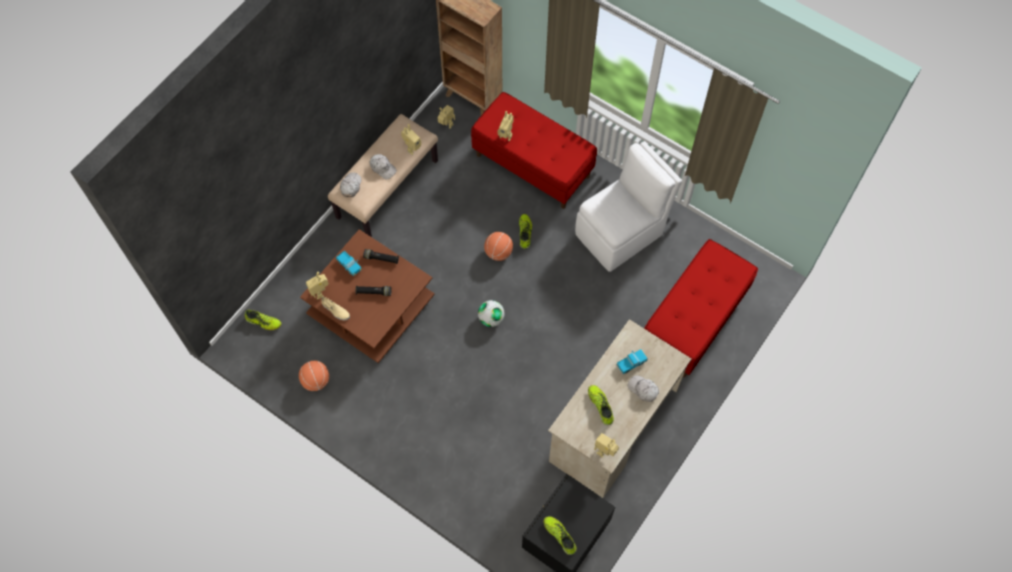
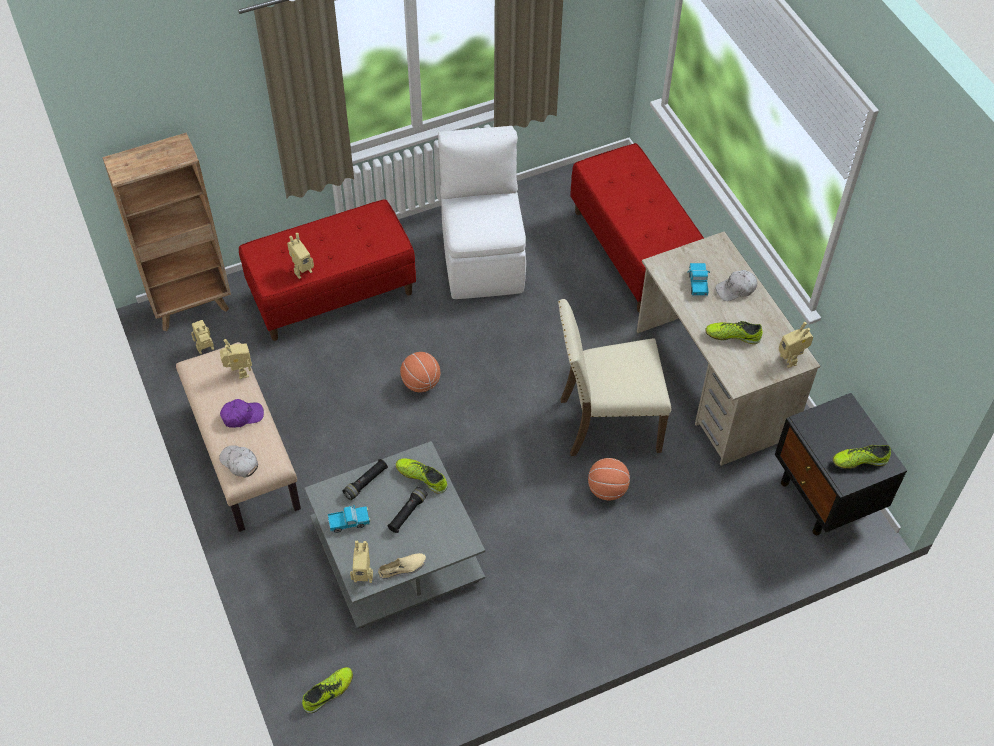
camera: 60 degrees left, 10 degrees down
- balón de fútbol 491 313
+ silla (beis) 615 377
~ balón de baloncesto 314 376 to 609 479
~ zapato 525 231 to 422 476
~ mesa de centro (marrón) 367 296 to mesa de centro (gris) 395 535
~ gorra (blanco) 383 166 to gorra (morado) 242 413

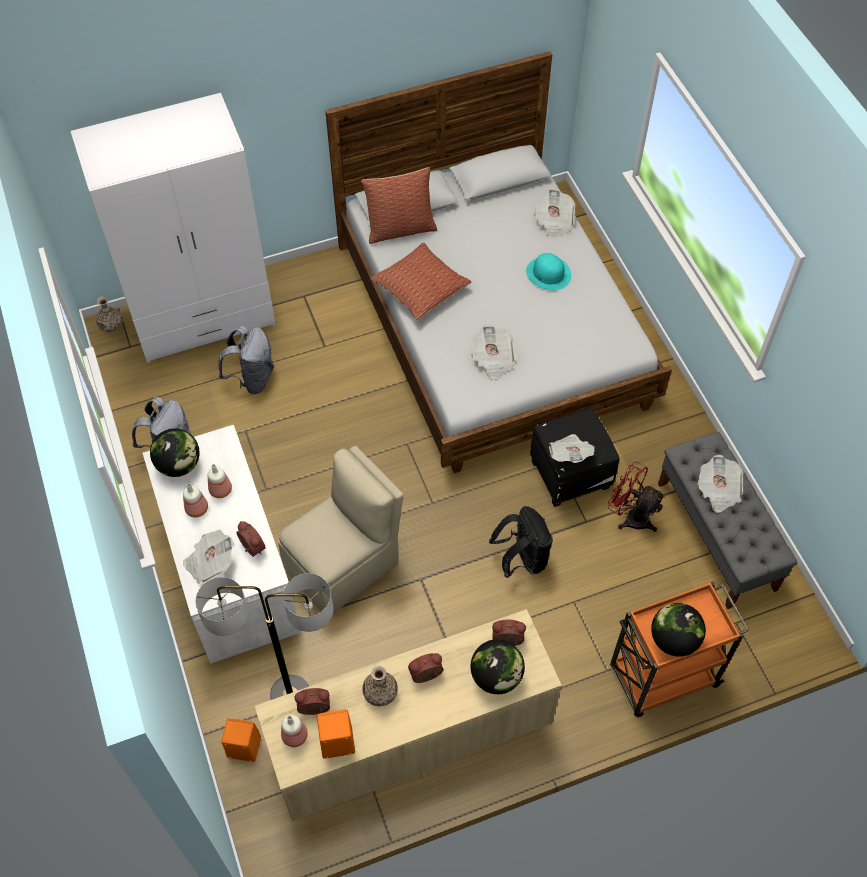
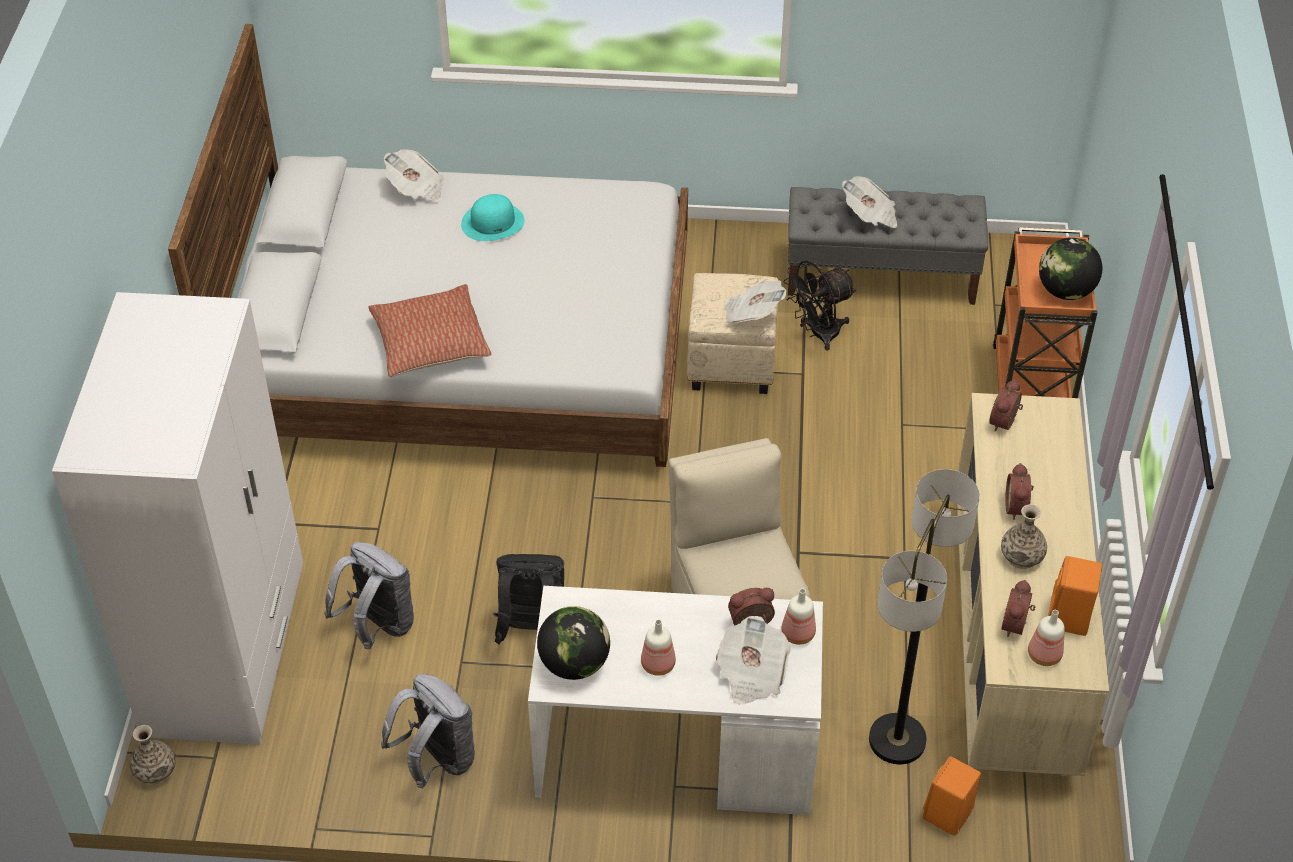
camera: 65 degrees left, 10 degrees down
- cojín 399 205
- periódico 493 352
- globo terráqueo 498 666
~ botella 220 481 to 798 617
~ mochila (negro) 521 542 to 528 599
~ puf (negro) 575 457 to puf (beis) 733 333
~ ventilador (rojo) 636 497 to ventilador (negro) 819 305

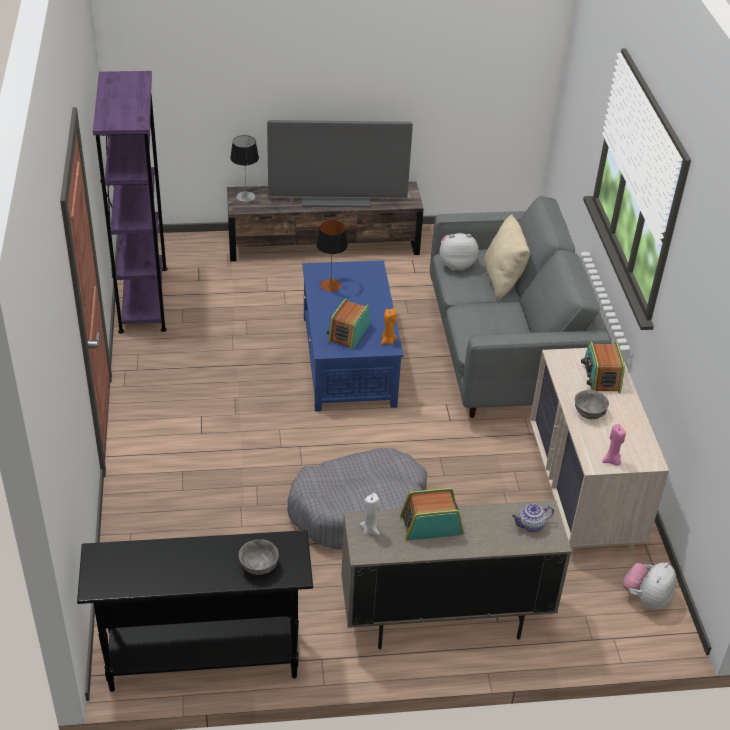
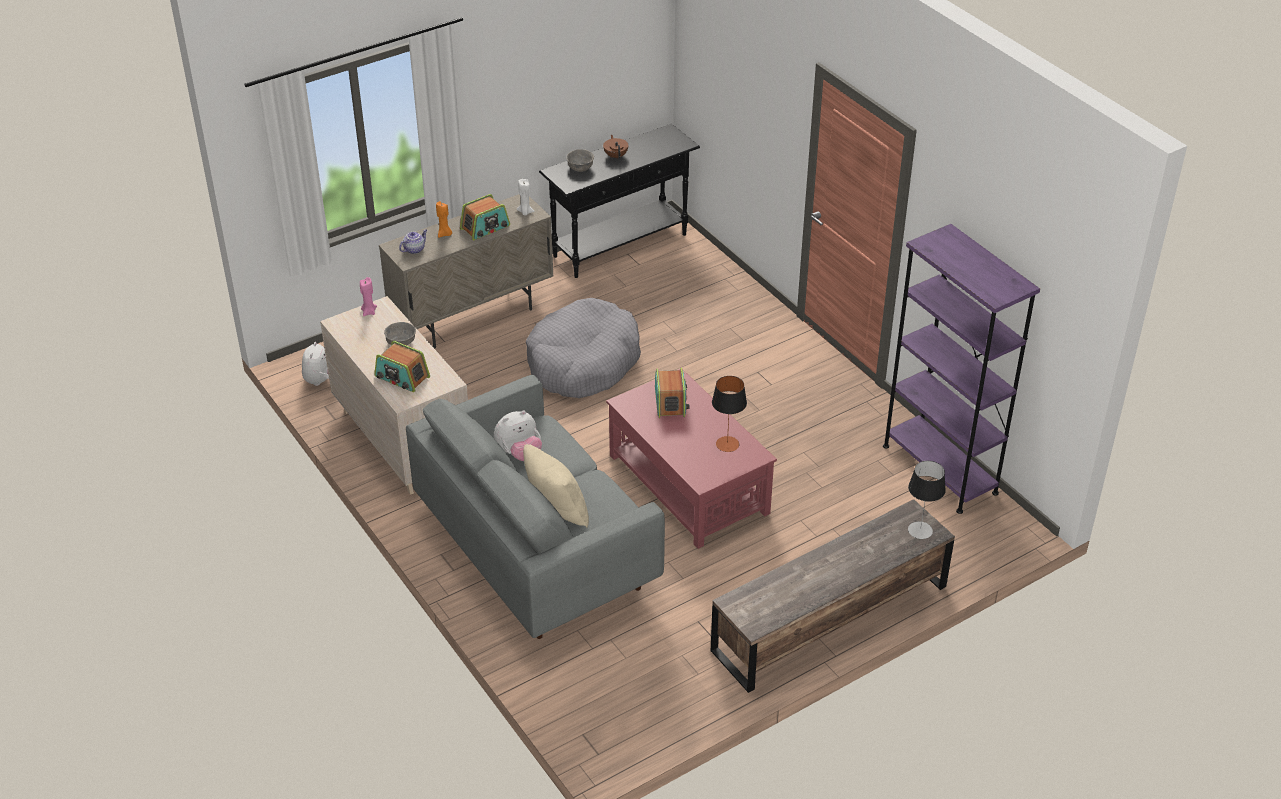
camera: 155 degrees right, 0 degrees up
- televisor 340 163
+ tetera (marrón) 615 147
~ vela (naranja) 389 326 to 444 219
~ peluche 459 251 to 518 435
~ mesa de centro (azul) 352 336 to mesa de centro (rojo) 691 459
~ radio 603 367 = 402 366 150 degrees clockwise

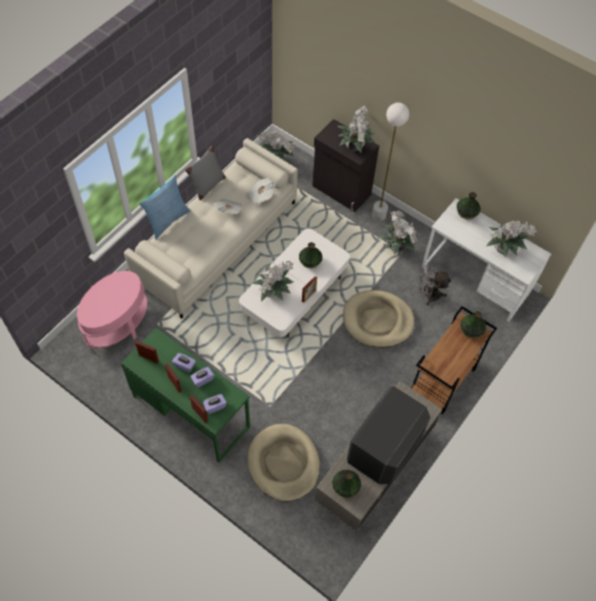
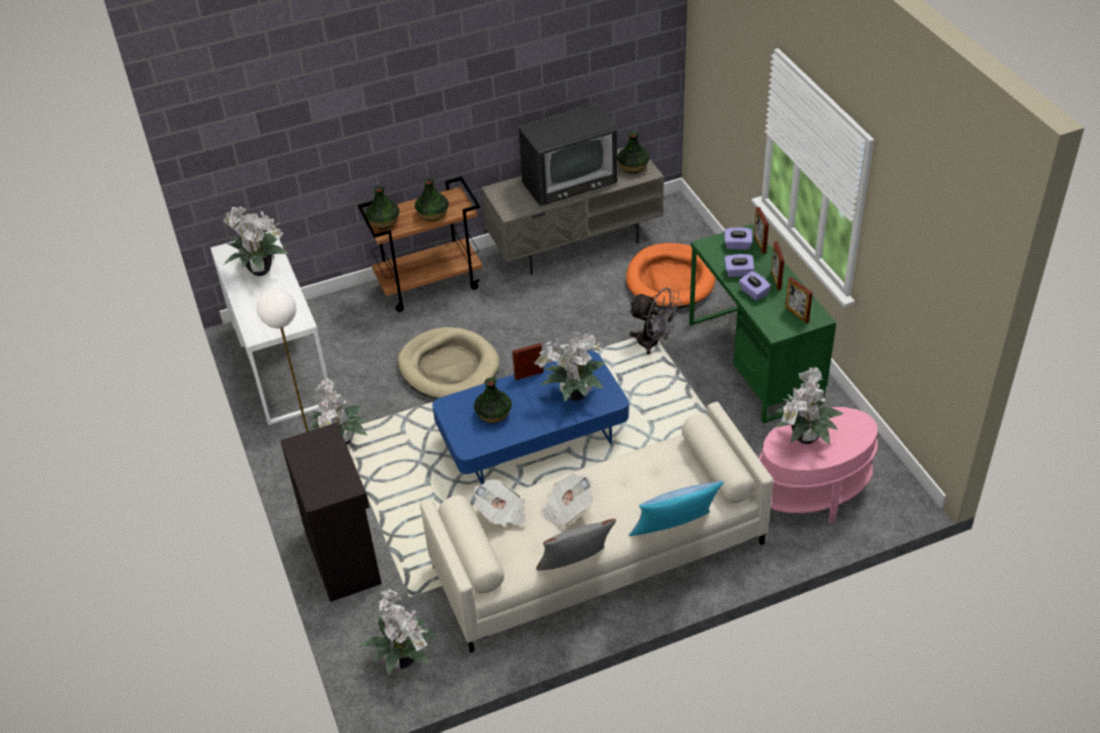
camera: 145 degrees left, 15 degrees down
~ planta en maceta 356 129 to 809 405
~ ventilador (gris) 435 284 to 654 321
~ florero 468 205 to 432 199
~ mesa de centro (blanco) 294 283 to mesa de centro (azul) 530 418
~ cama para perro (beis) 284 463 to cama para perro (naranja) 671 276

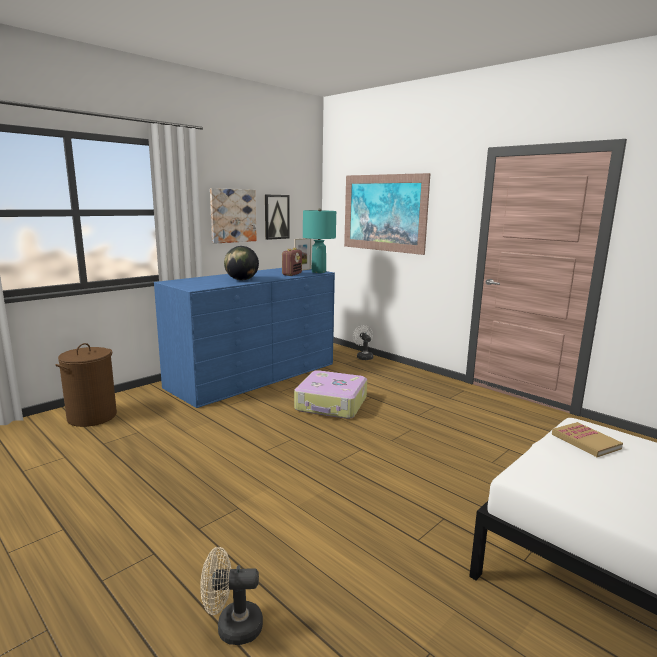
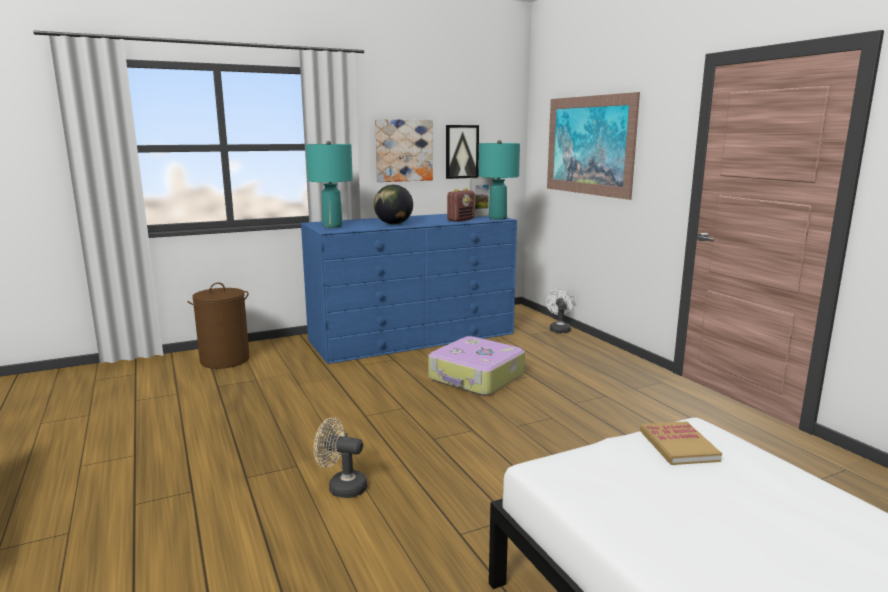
camera: 20 degrees right, 0 degrees up
+ lámpara de mesa (turquesa) 329 184
~ ventilador (beis) 231 596 to 340 457

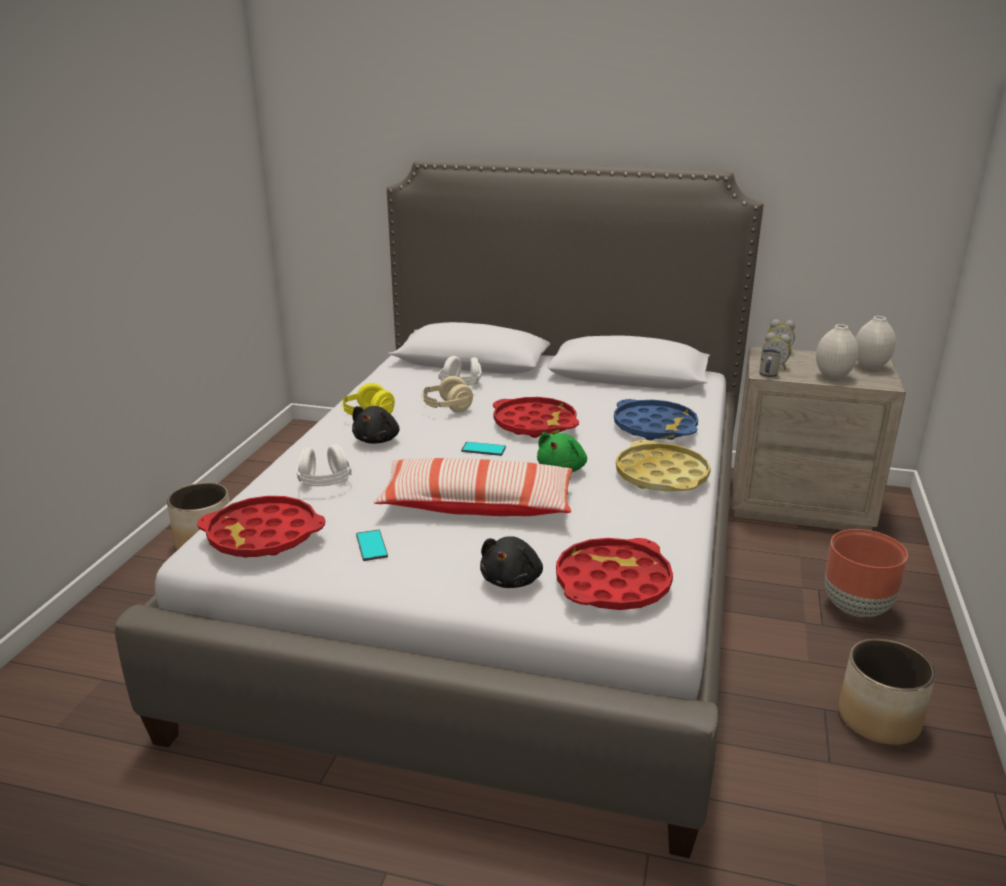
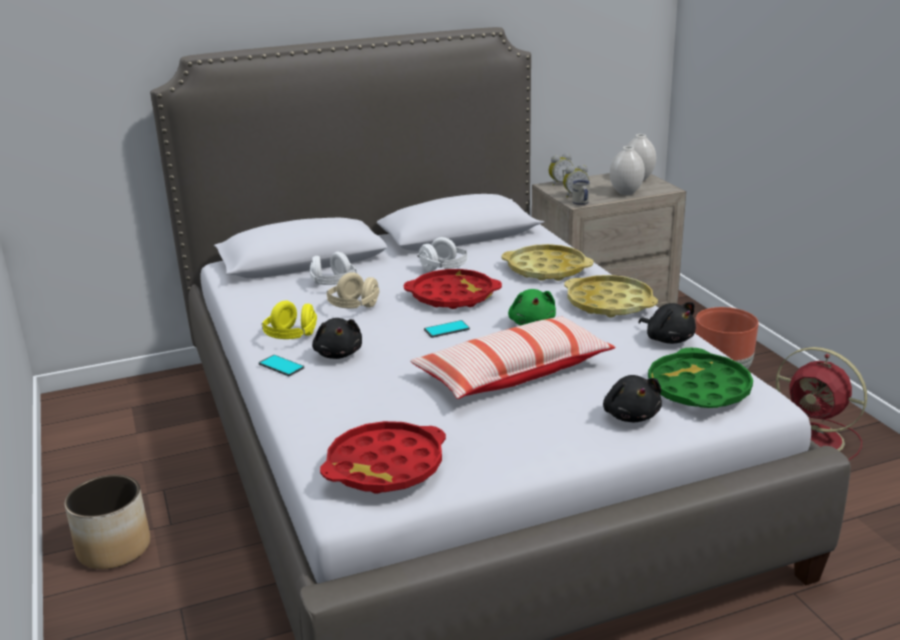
camera: 35 degrees left, 0 degrees up
+ peluche (negro) 667 323
~ auriculares (blanco) 323 465 to 443 254
~ móvil 372 545 to 281 365
~ maceta 887 692 to ventilador (rojo) 821 403
~ bandeja (rojo) 614 574 to bandeja (verde) 700 378
~ bandeja (azul) 656 419 to bandeja (amarillo) 548 262

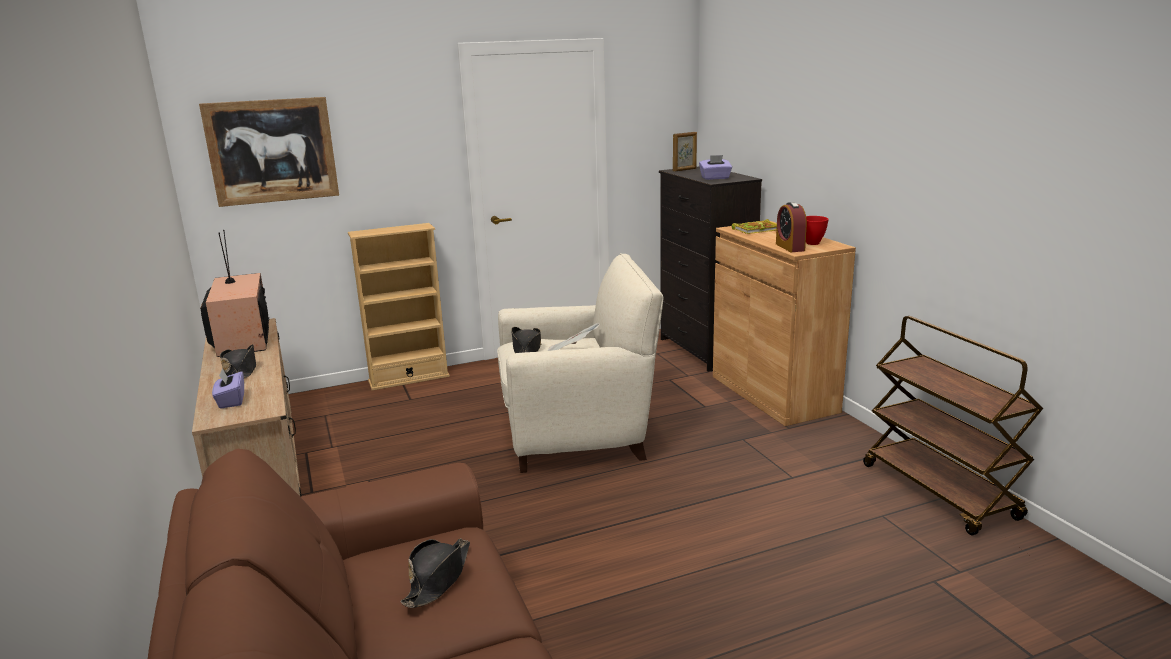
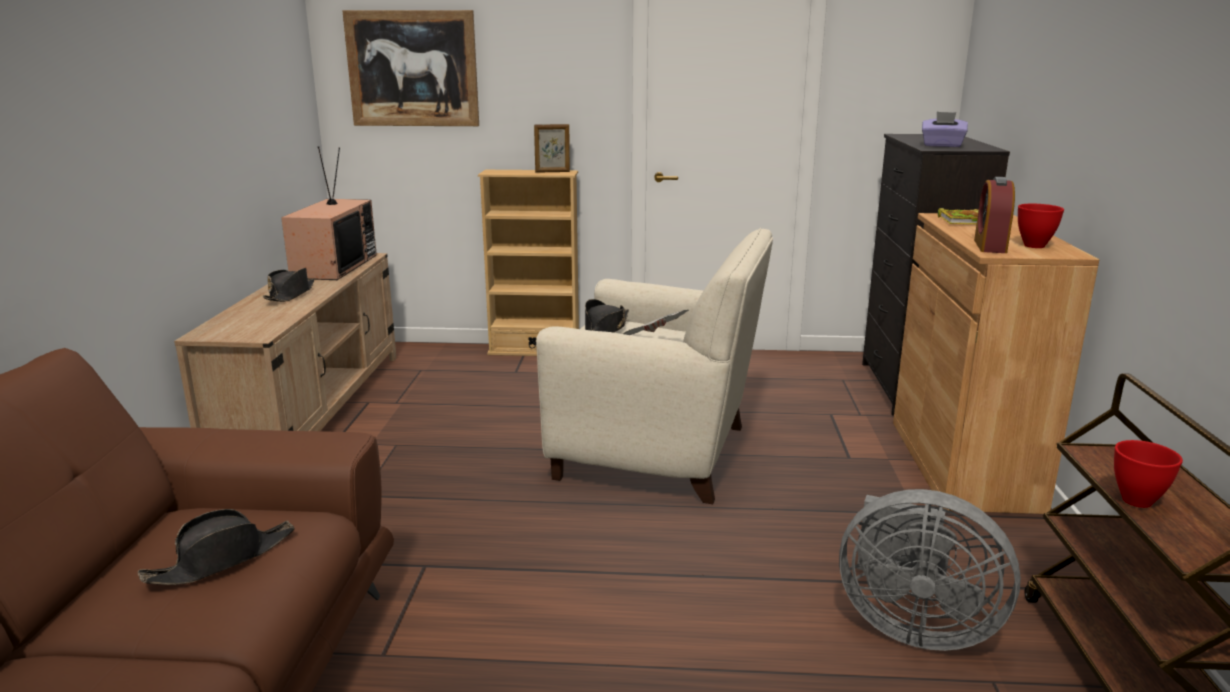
camera: 25 degrees right, 0 degrees up
- caja de pañuelos (morado) 228 388
+ ventilador (gris) 930 570
+ cuenco (rojo) 1148 474
~ portarretratos 685 151 to 552 148

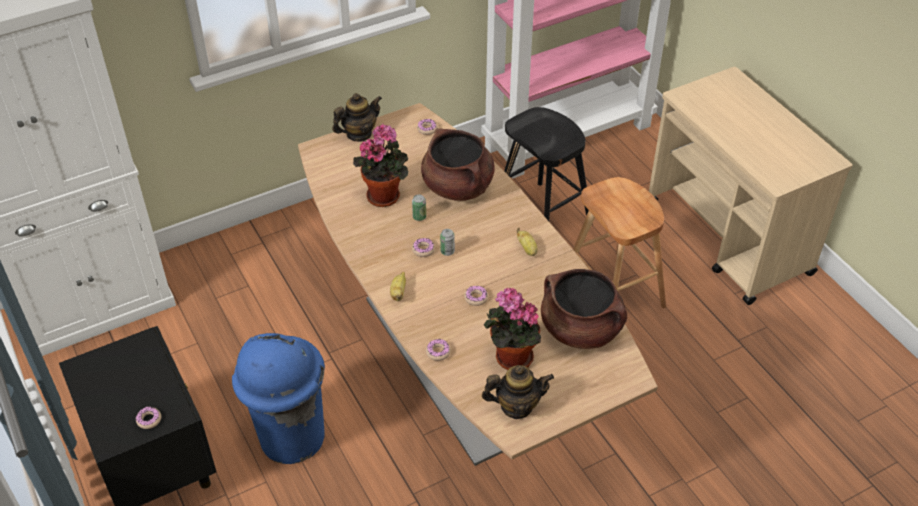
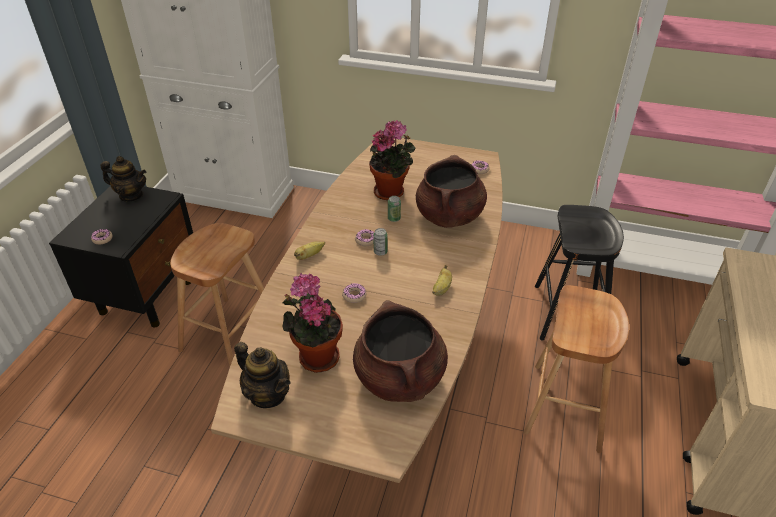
camera: 45 degrees right, 5 degrees down
- rosquilla 438 350
~ tetera 357 117 to 123 179
~ papelera (azul) 278 398 to taburete (marrón) 217 294

